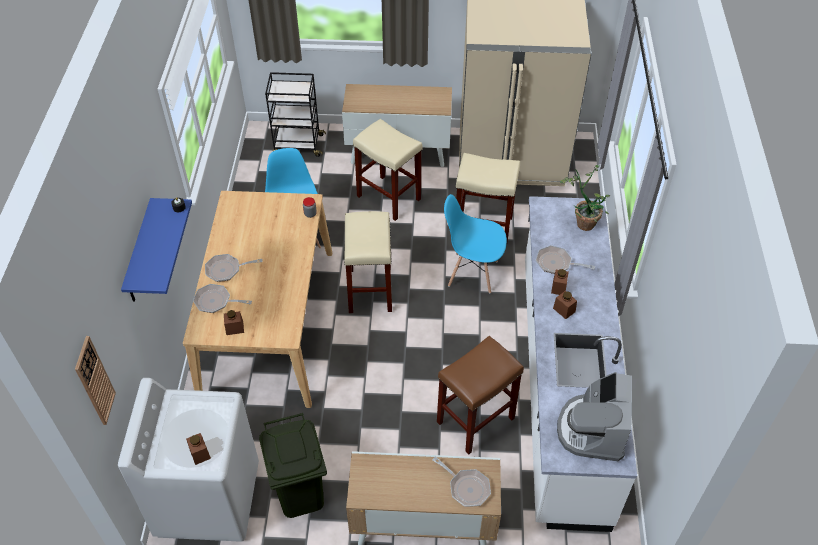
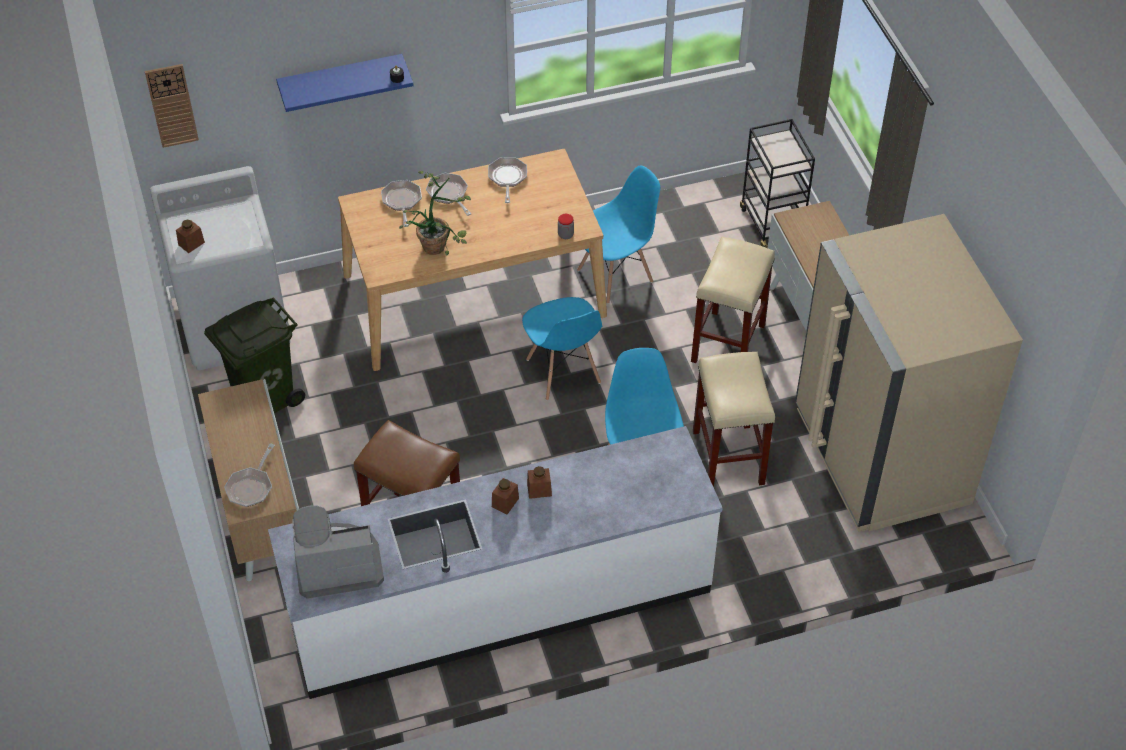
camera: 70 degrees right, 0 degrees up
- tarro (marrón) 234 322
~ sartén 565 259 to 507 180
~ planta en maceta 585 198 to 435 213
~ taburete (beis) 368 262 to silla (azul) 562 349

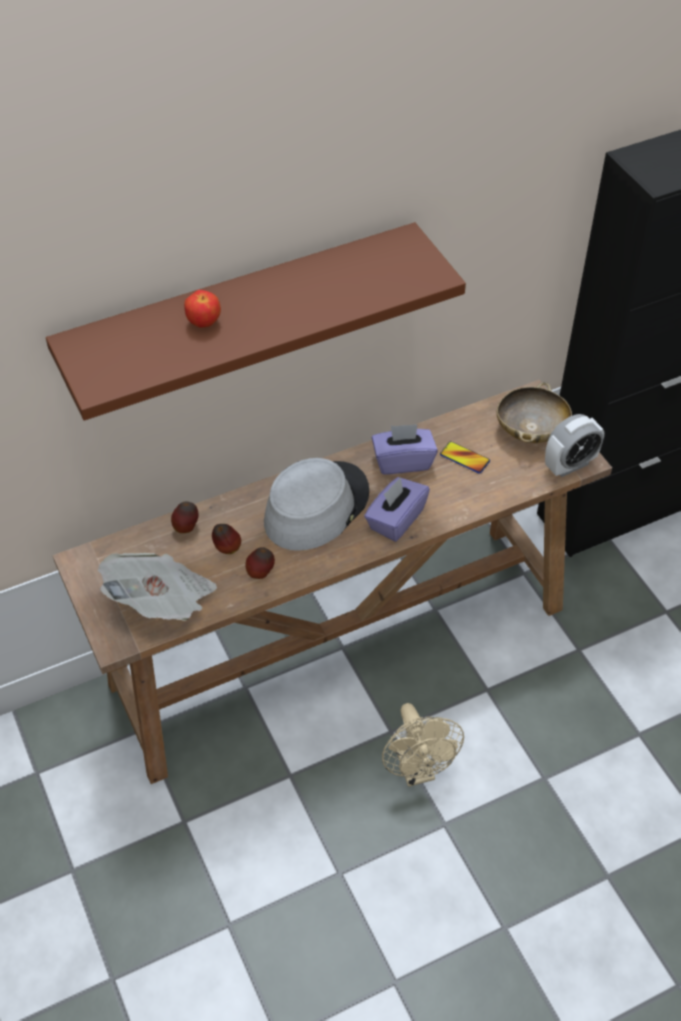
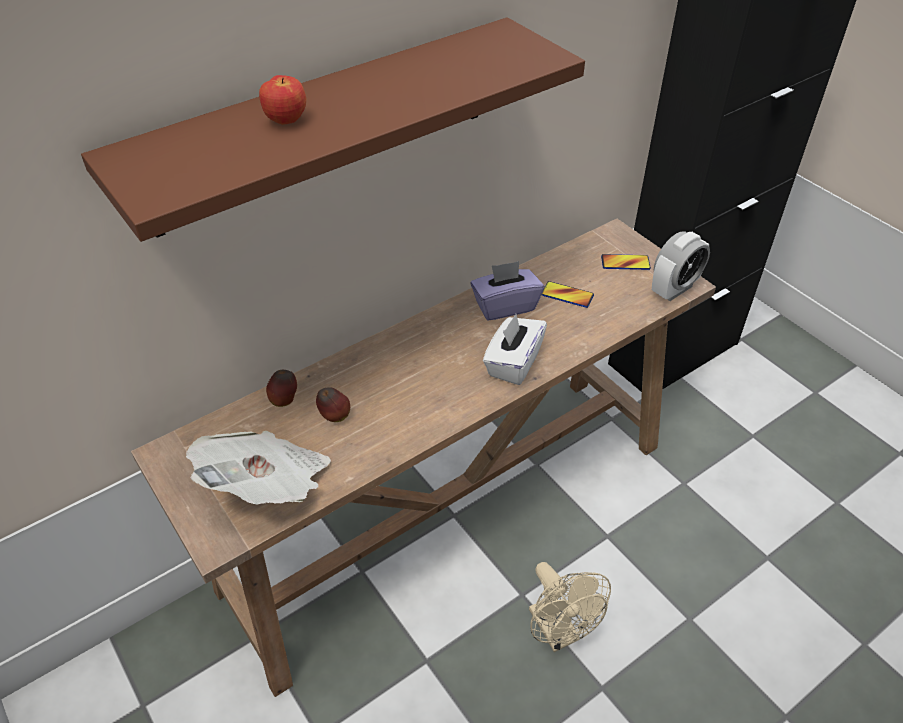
camera: 10 degrees left, 5 degrees down
- manzana 260 563
- sombrero (gris) 316 504
~ cuenco (beis) 534 412 to móvil 626 262
~ caja de pañuelos (morado) 397 509 to caja de pañuelos (blanco) 515 349

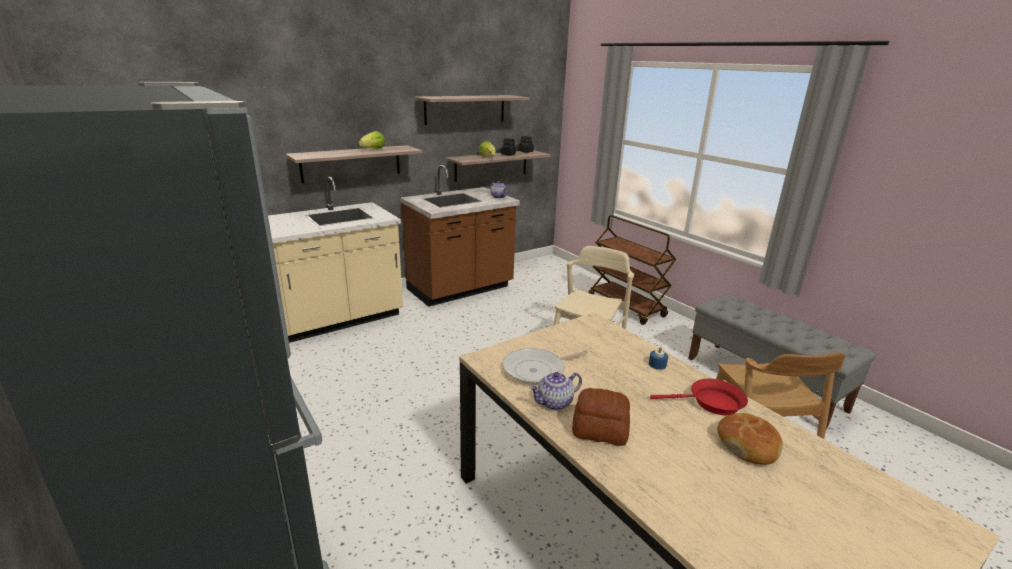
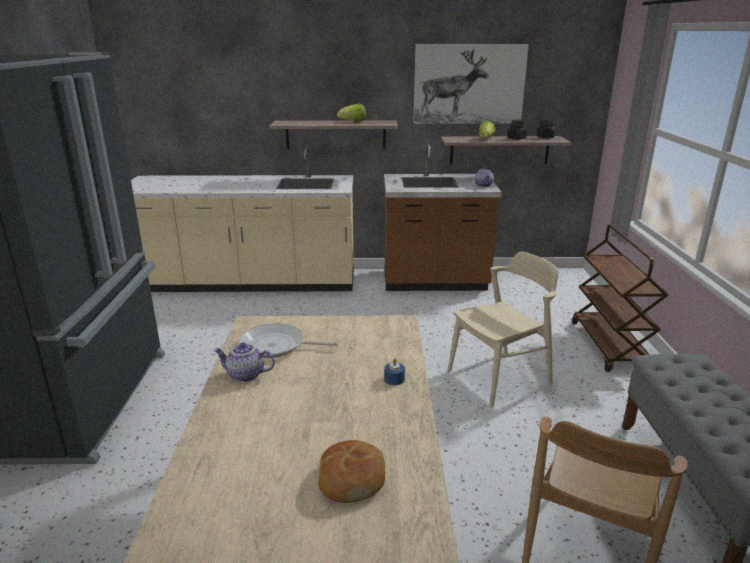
camera: 35 degrees right, 0 degrees up
- pan 601 417
- sartén (rojo) 699 397
~ estante 472 110 to cuadro 471 84

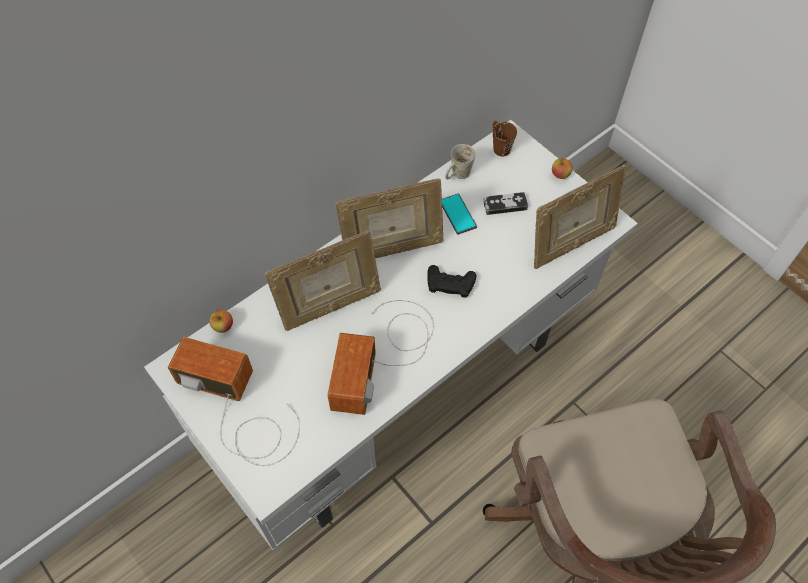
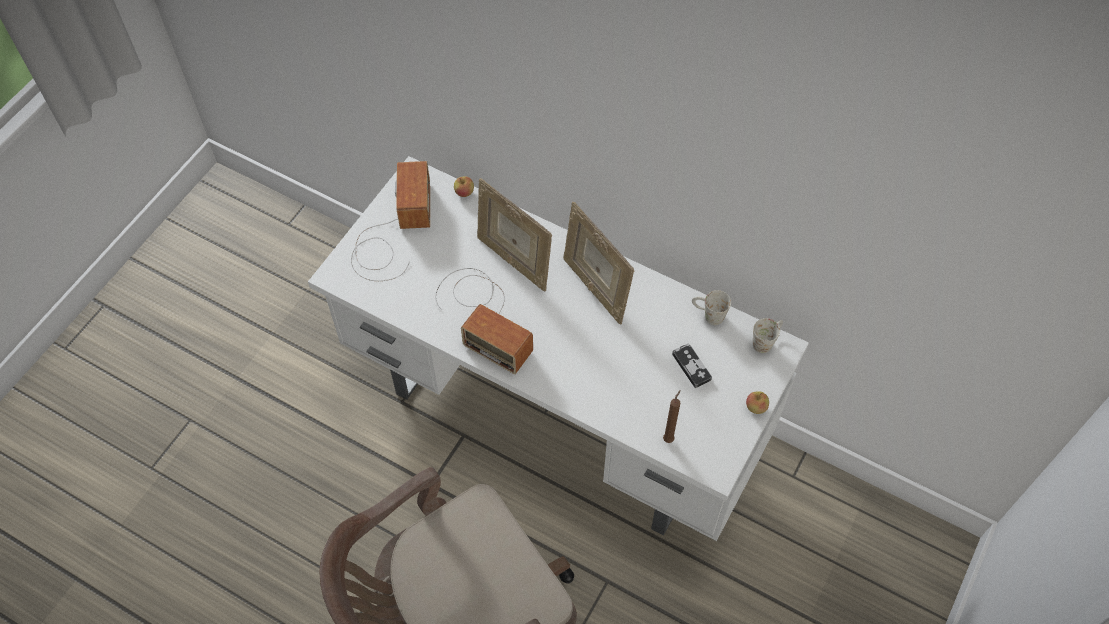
camera: 70 degrees right, 0 degrees up
- mando de consola (negro) 451 281
- móvil 459 214
~ portarretratos 580 217 to vela (marrón) 671 416
~ taza grande (marrón) 505 138 to taza grande (blanco) 768 335
~ radio 381 357 = 484 321 135 degrees counterclockwise

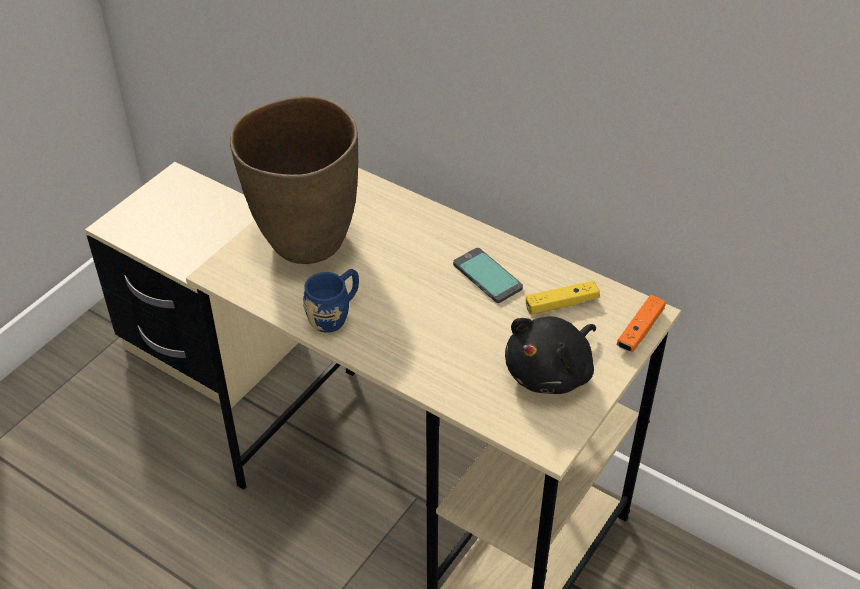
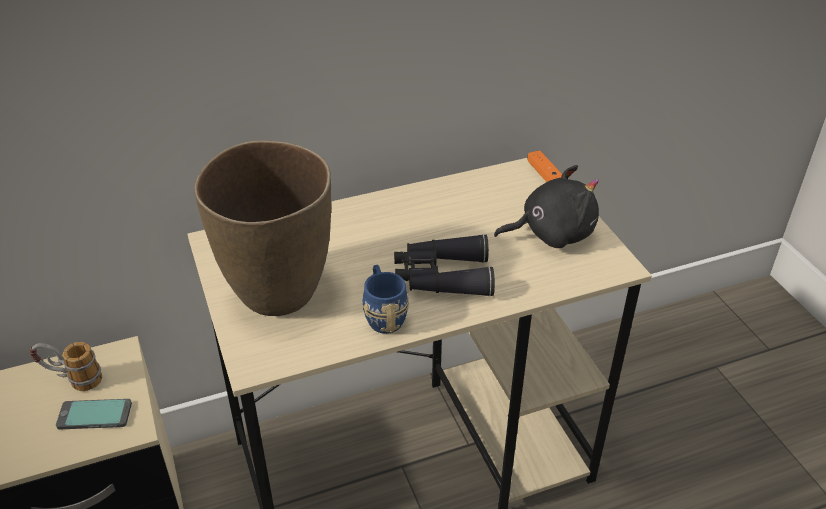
camera: 55 degrees left, 5 degrees down
- mando de consola (amarillo) 563 298
+ taza grande 65 366
+ prismáticos (negro) 444 265
~ móvil 488 275 to 94 414
~ peluche (negro) 550 355 = 546 206 90 degrees counterclockwise

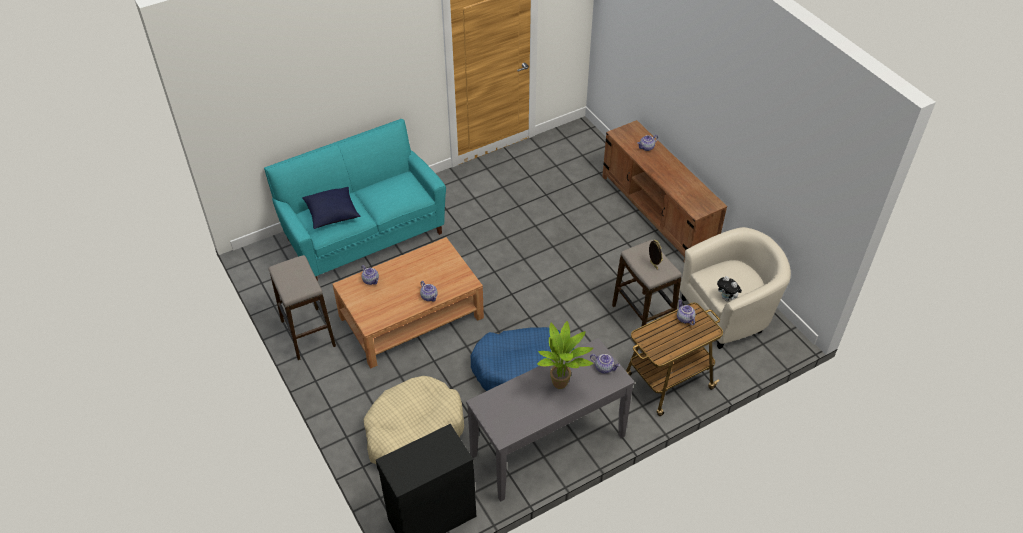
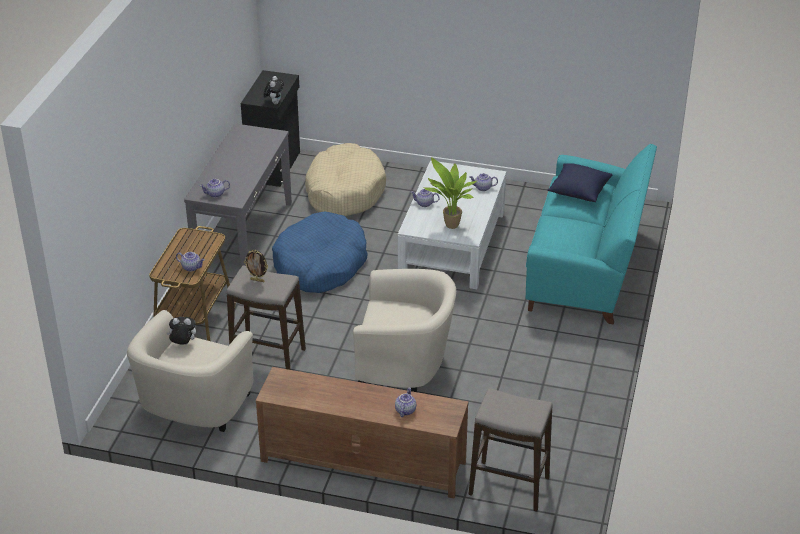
camera: 135 degrees right, 10 degrees down
+ peluche 274 90
+ sillón (beis) 404 330
~ taburete 302 307 to 510 449
~ planta en maceta 565 355 to 450 193
~ mesa de centro (marrón) 408 303 to mesa de centro (blanco) 452 224

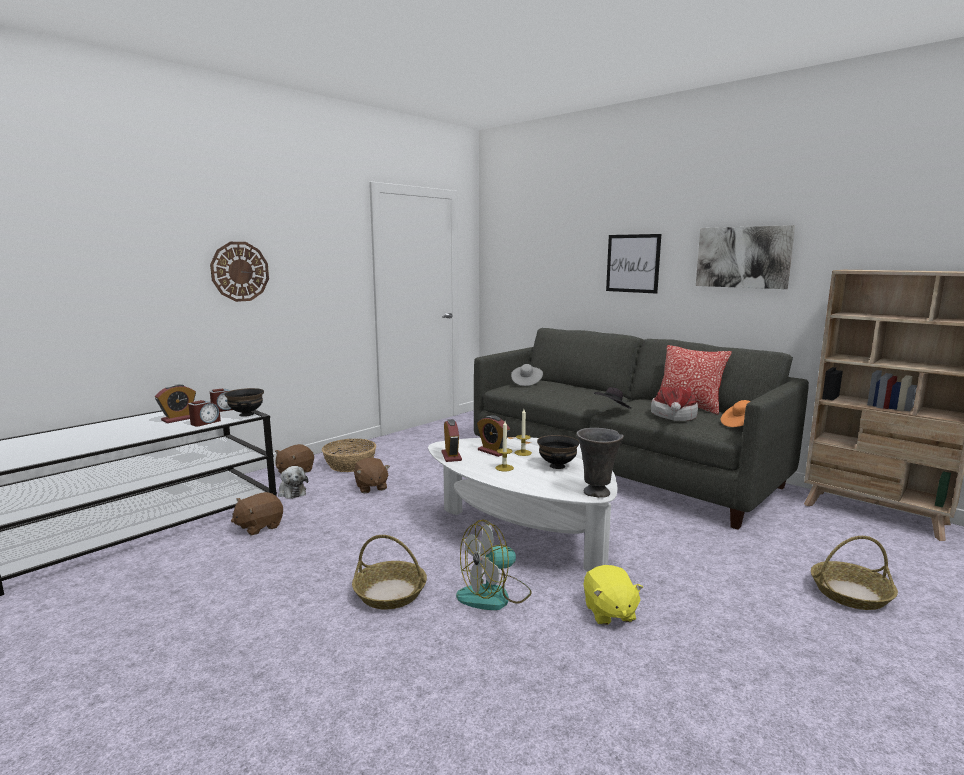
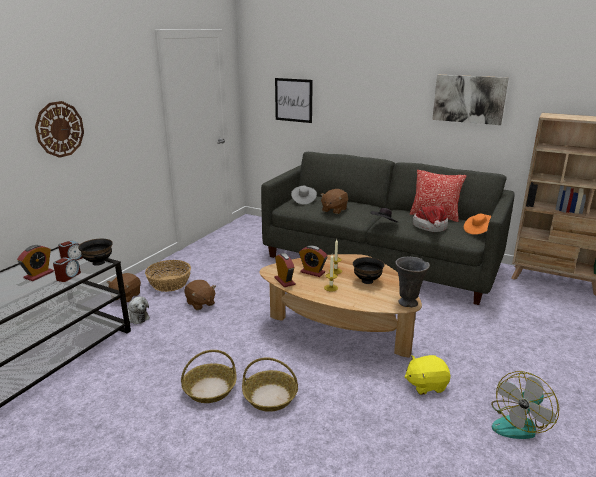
camera: 15 degrees left, 10 degrees up
~ peluche (marrón) 257 513 to 334 201
~ ventilador 493 564 to 525 405
~ cuadro 633 264 to 294 100
~ cesta 854 573 to 209 376
~ mesa de centro (blanco) 522 504 to mesa de centro (marrón) 340 306
~ peluche (amarillo) 613 595 = 428 375 105 degrees clockwise

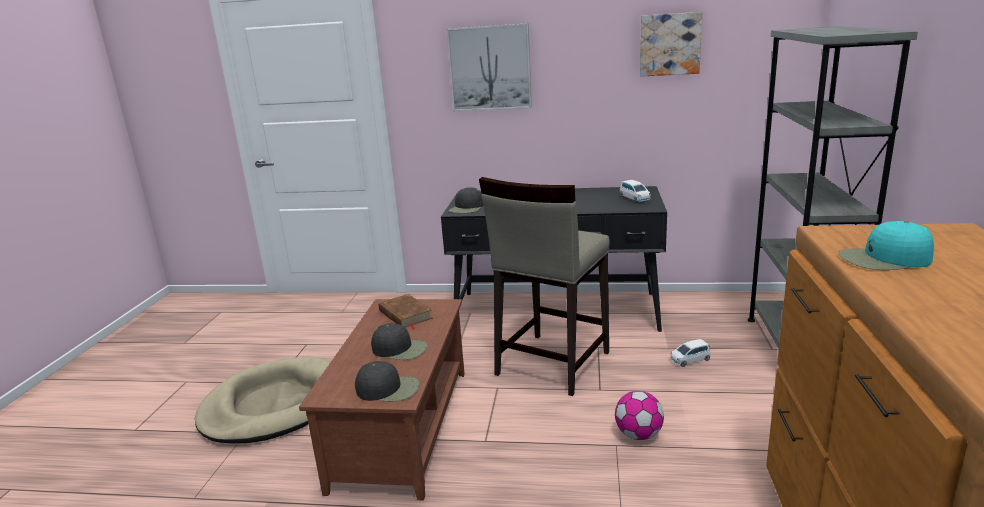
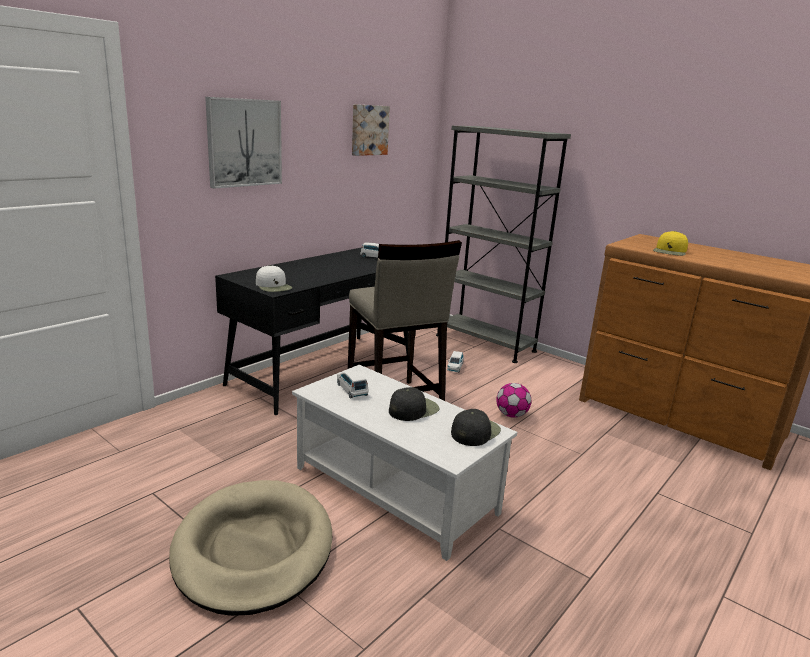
camera: 60 degrees left, 0 degrees up
~ libro (marrón) 406 312 to coche de juguete (blanco) 352 385
~ mesa de centro (marrón) 382 399 to mesa de centro (blanco) 404 463
~ gorra (negro) 466 200 to gorra (blanco) 274 278
~ gorra (turquesa) 886 245 to gorra (amarillo) 670 243

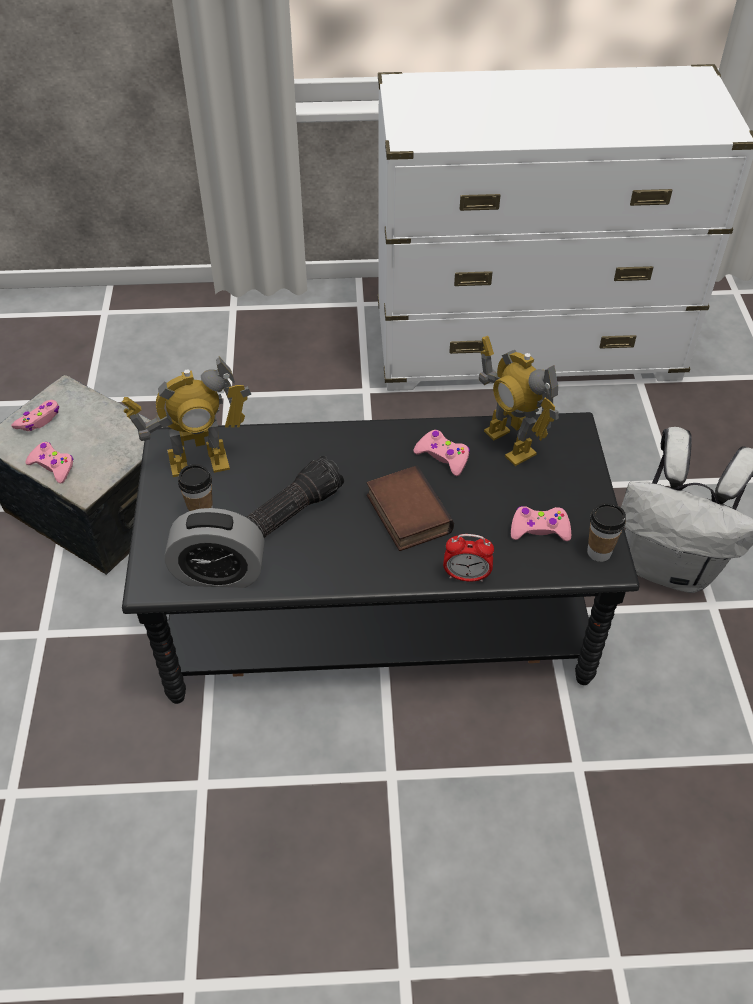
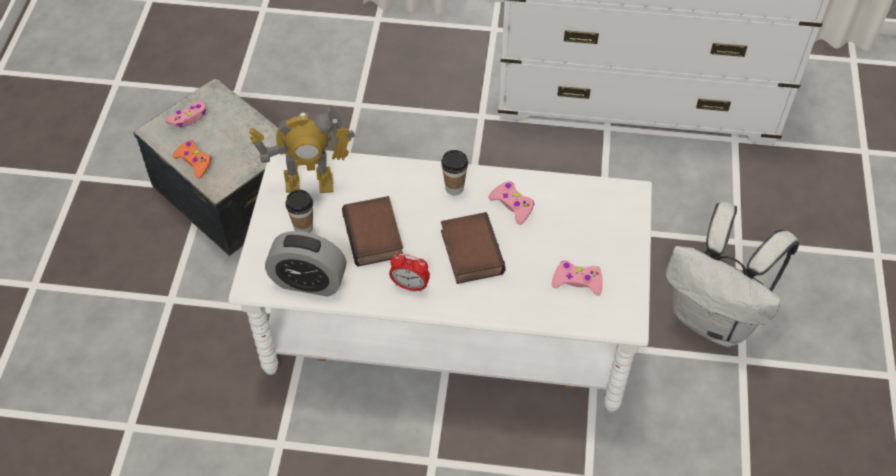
camera: 10 degrees right, 5 degrees up
- robot de juguete 519 401
~ despertador 468 558 to 409 272
~ taza 606 532 to 454 172
~ linterna 294 497 to libro 372 231
~ mando de consola (rosa) 50 463 to mando de consola (naranja) 192 159
~ mesa de centro (negro) 380 558 to mesa de centro (blanco) 440 279

